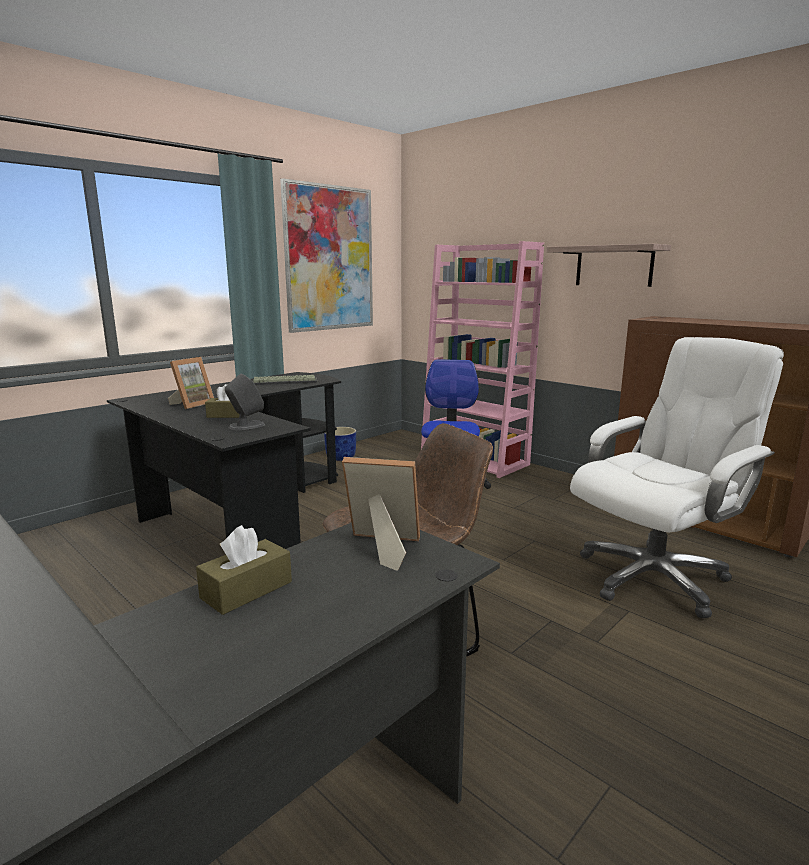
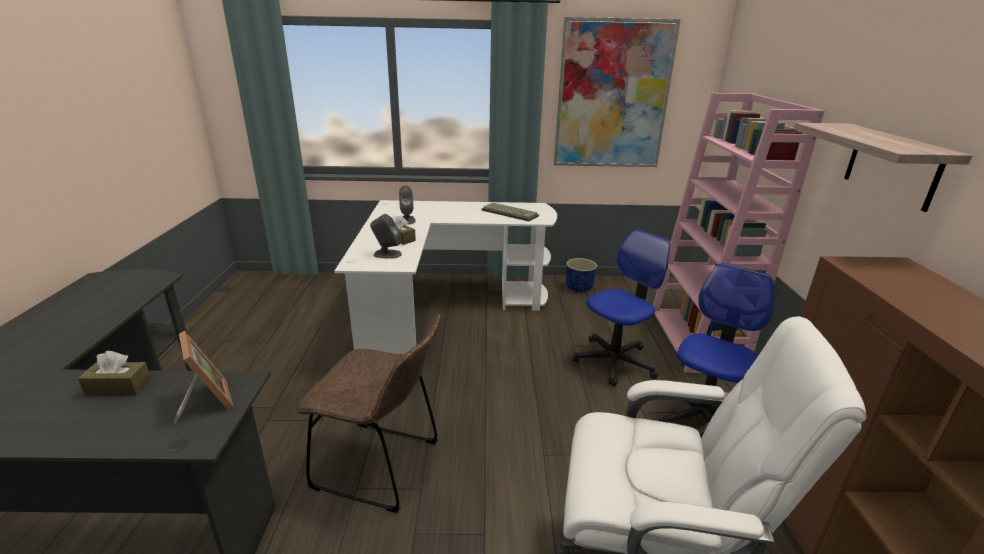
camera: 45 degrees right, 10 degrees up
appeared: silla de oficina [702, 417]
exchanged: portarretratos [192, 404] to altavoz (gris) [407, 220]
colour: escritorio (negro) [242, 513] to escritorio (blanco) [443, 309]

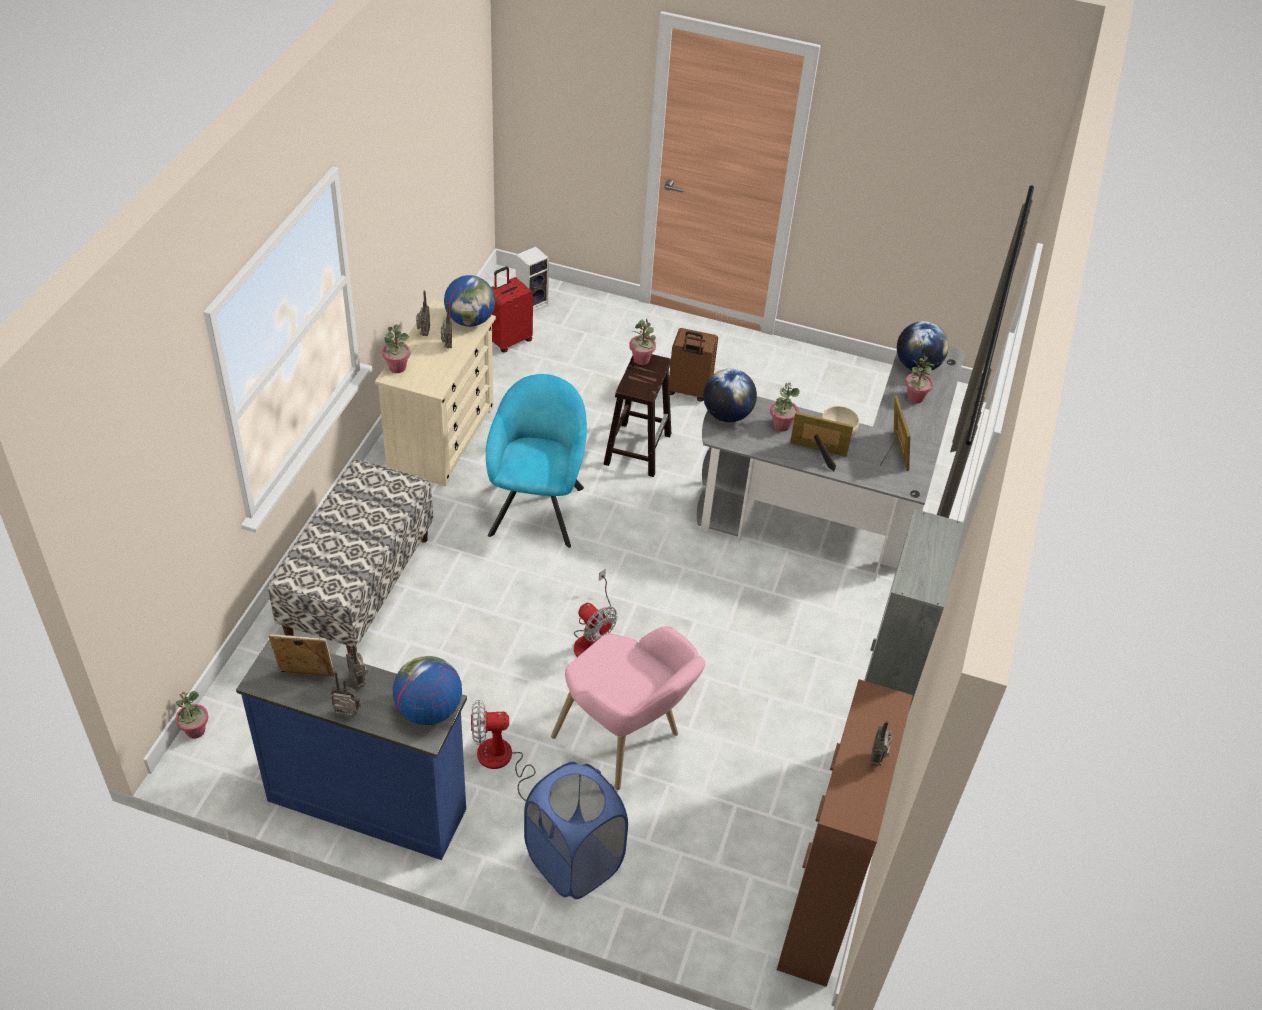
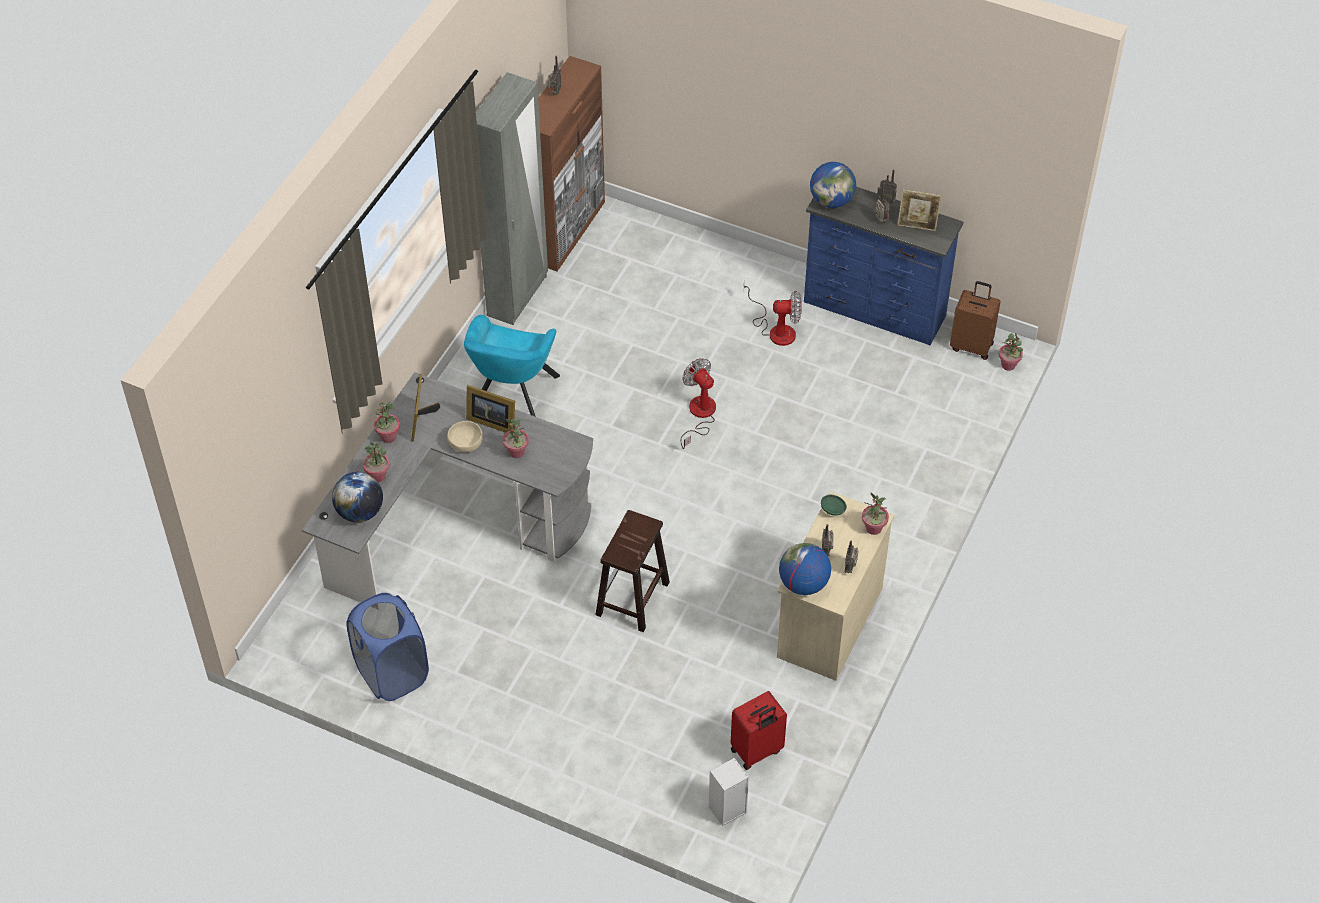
camera: 170 degrees left, 5 degrees up
missing: globo terráqueo [727, 415]; banco [358, 586]; sillón (rosa) [627, 745]
appeared: cuenco (verde) [833, 510]
relocated: planta en maceta [641, 360] to [388, 437]; maleta (marrón) [688, 391] to [972, 346]; sillón (turquesa) [538, 506] to [512, 400]; cesto de la ropa (azul) [574, 861] to [392, 673]

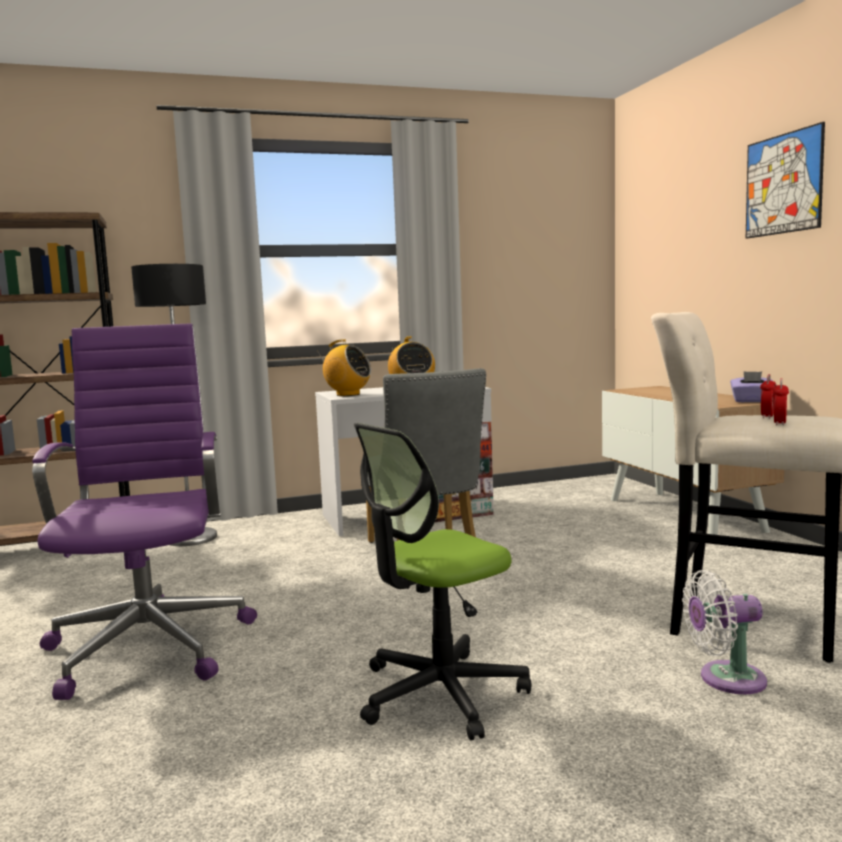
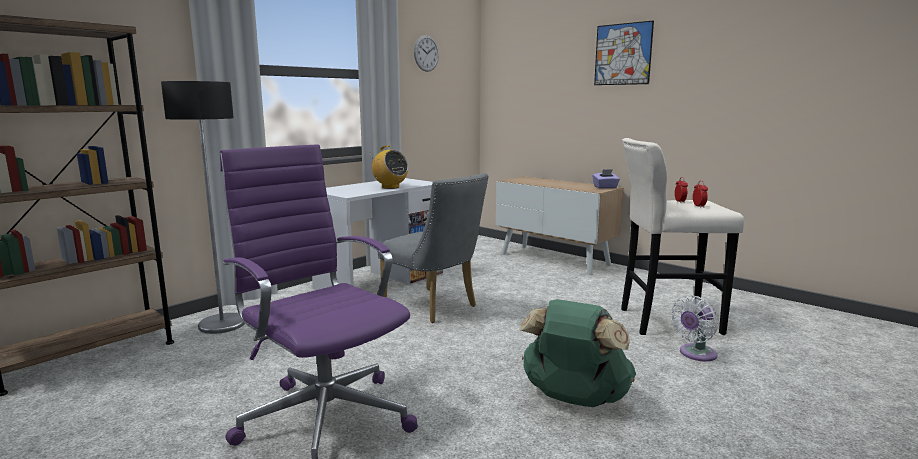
camera: 30 degrees left, 5 degrees up
missing: radio [347, 394]
appeared: reloj de pared [426, 53]
exchanged: silla de oficina [440, 693] to mochila (verde) [574, 399]

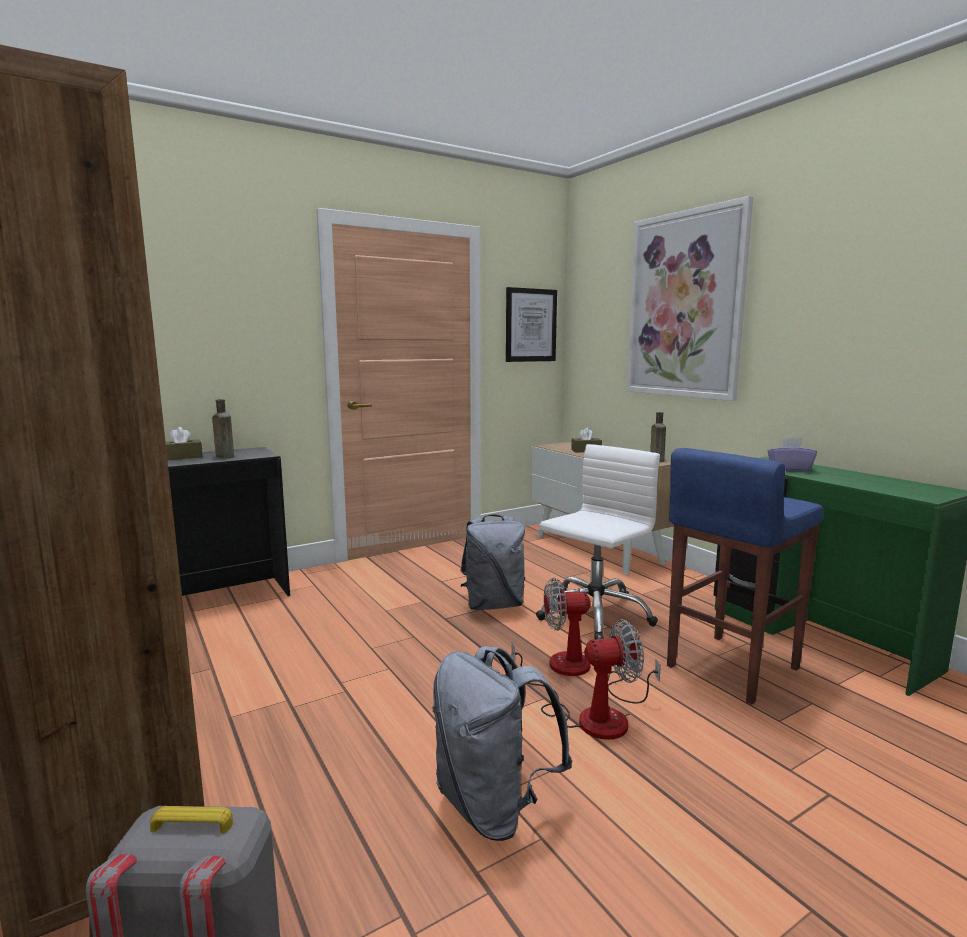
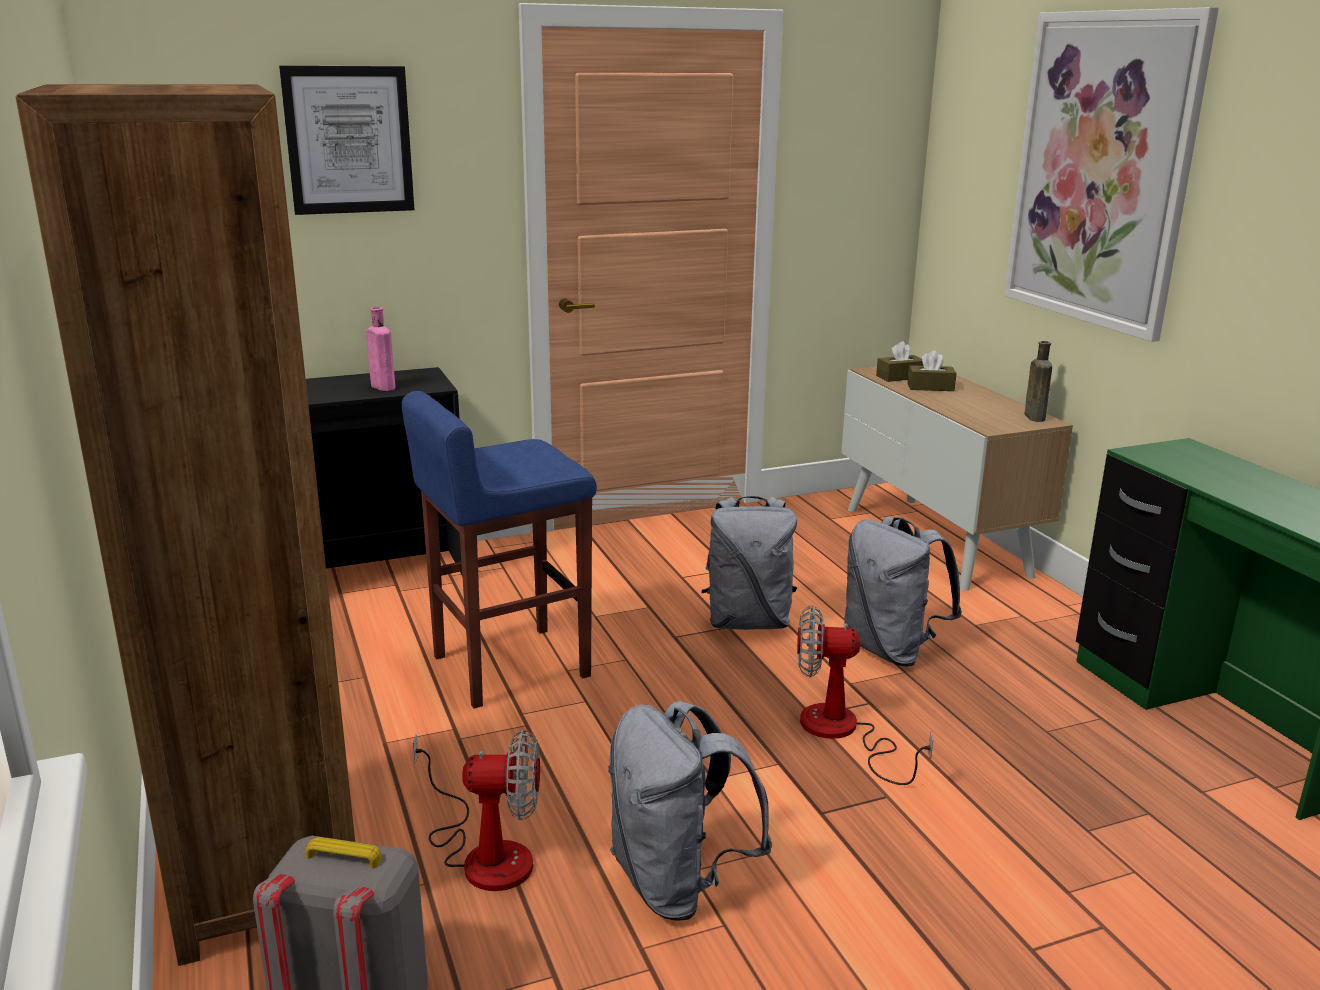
camera: 10 degrees right, 10 degrees up
missing: caja de pañuelos (morado) [789, 469]
relocated: cuadro [530, 325] to [349, 140]; caja de pañuelos (marrón) [182, 457] to [900, 377]; taburete (azul) [730, 667] to [508, 666]; ventilador [586, 716] to [485, 853]
exchanged: silla de oficina (blanco) [594, 613] to mochila (gris) [891, 650]
colour: botella (marrón) [224, 456] to botella (rosa) [382, 387]

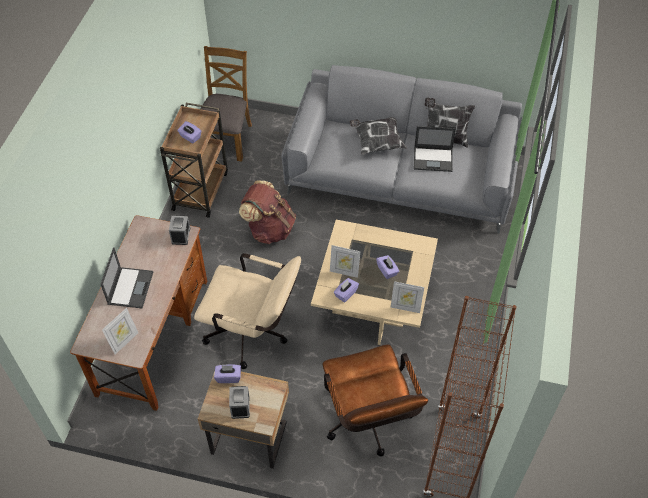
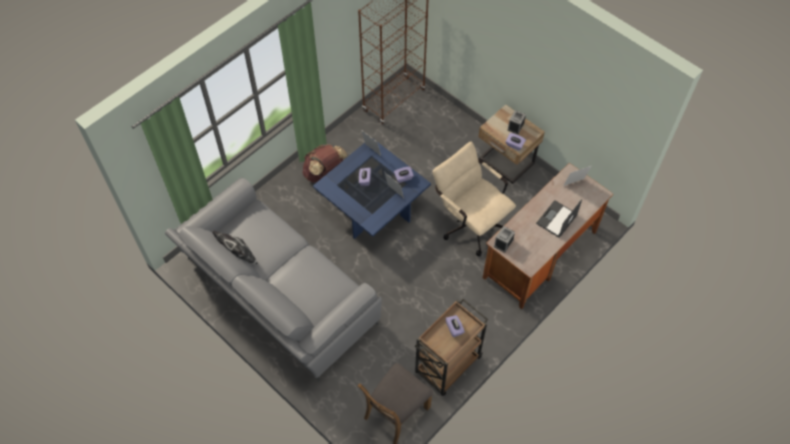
camera: 150 degrees left, 5 degrees up
missing: cojín [377, 142]; portátil [433, 159]; silla de oficina (marrón) [368, 423]
relocated: mochila (marrón) [269, 229] to [324, 174]
colour: mesa de centro (beis) [373, 299] to mesa de centro (azul) [372, 207]

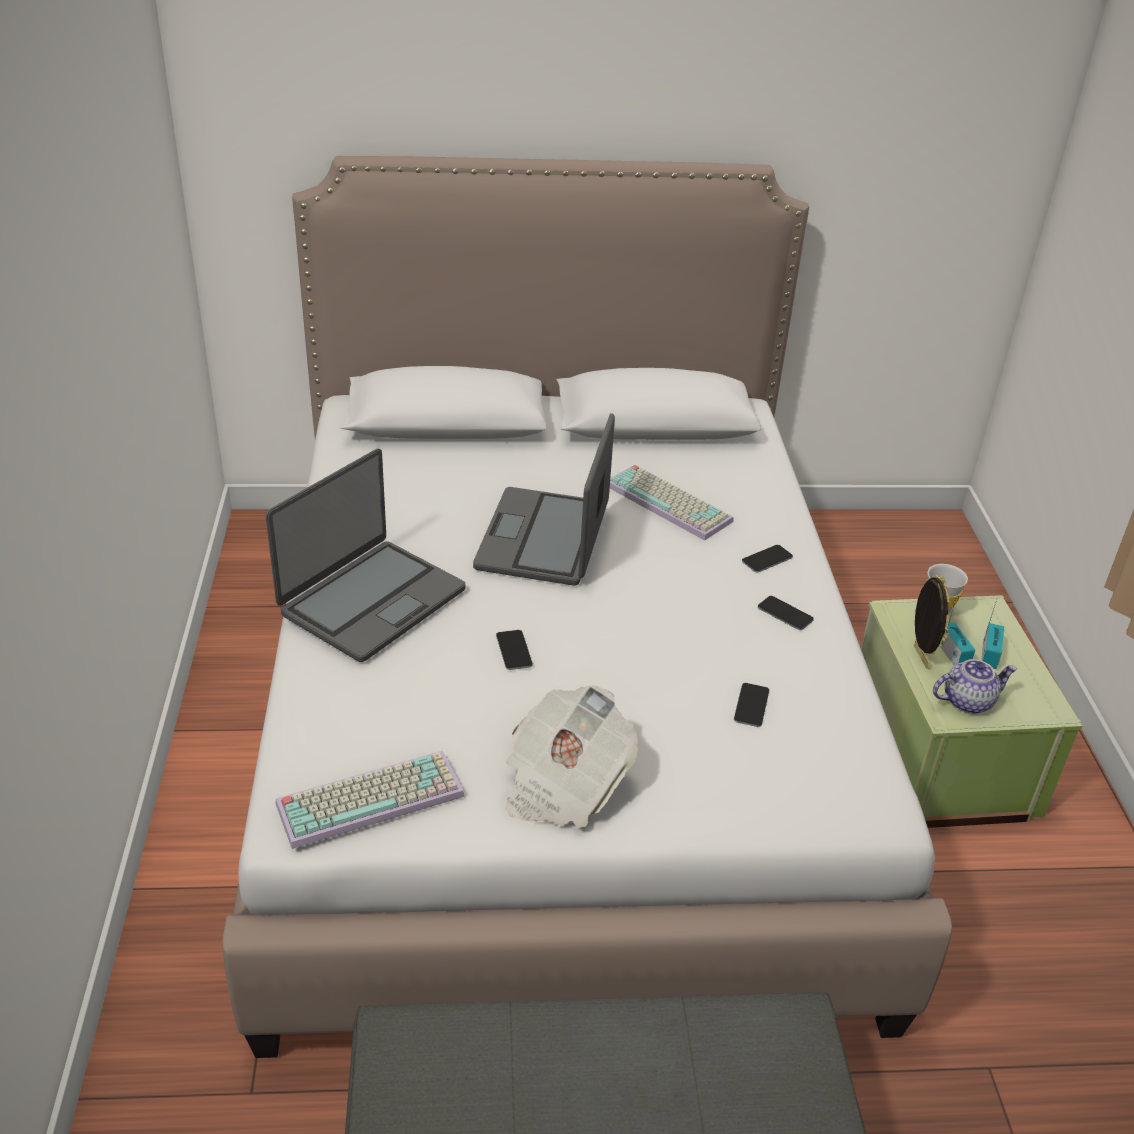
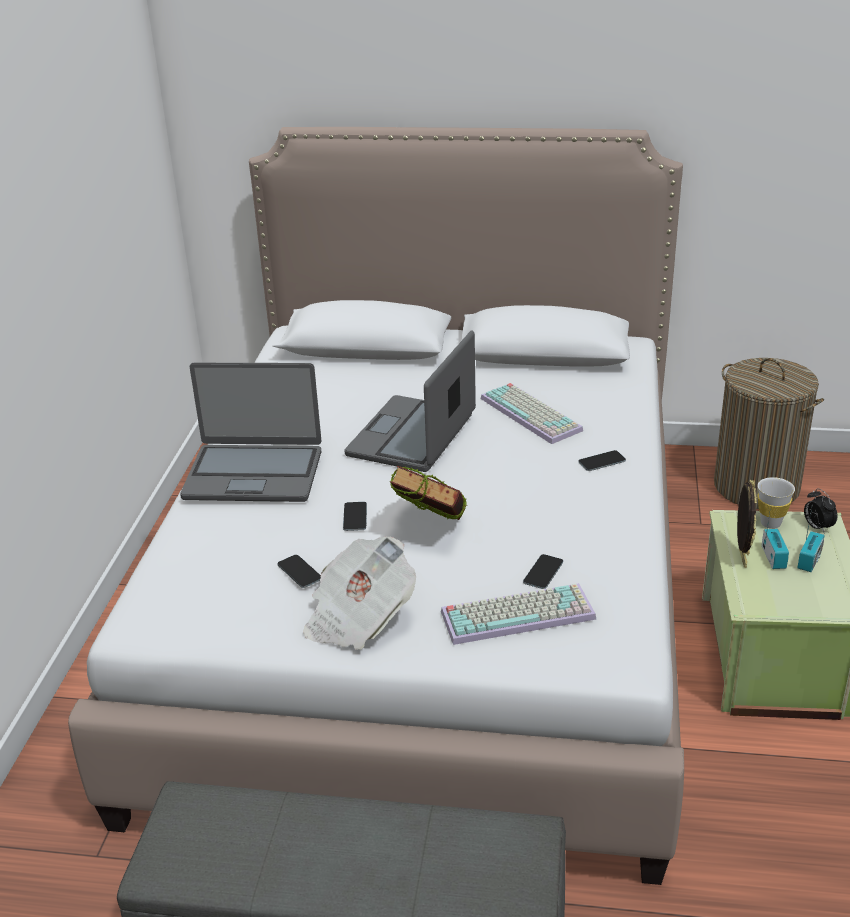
camera: 15 degrees right, 5 degrees down
missing: tetera [967, 701]
appeared: cesto de la ropa [756, 486]; libro [430, 530]; despertador [817, 527]
relocated: móvil [785, 613] to [299, 571]; teclado [371, 797] to [519, 613]
spun: portátil [371, 601] = [254, 474] 45 degrees clockwise

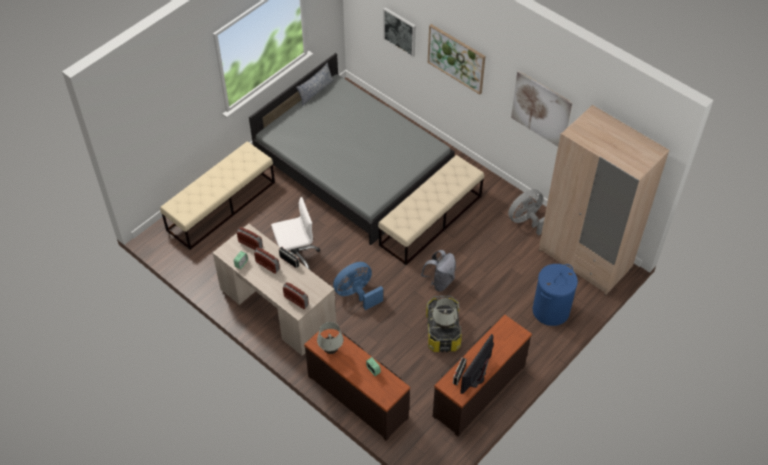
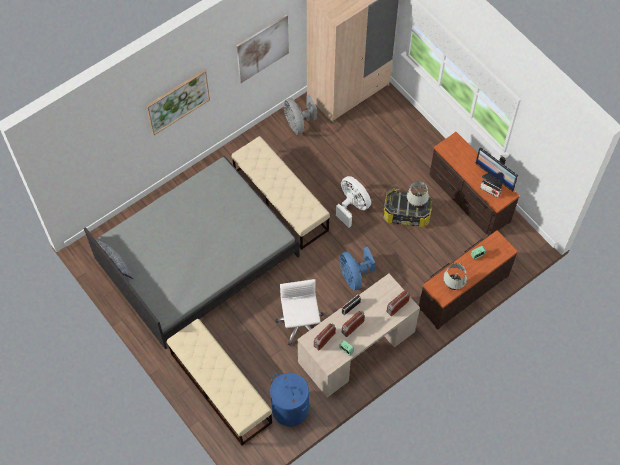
camera: 80 degrees left, 10 degrees up
missing: cuadro [400, 31]
relocated: cesto de la ropa (azul) [550, 310] to [290, 409]
exchanged: mochila (gris) [440, 281] to ventilador (blanco) [352, 206]

